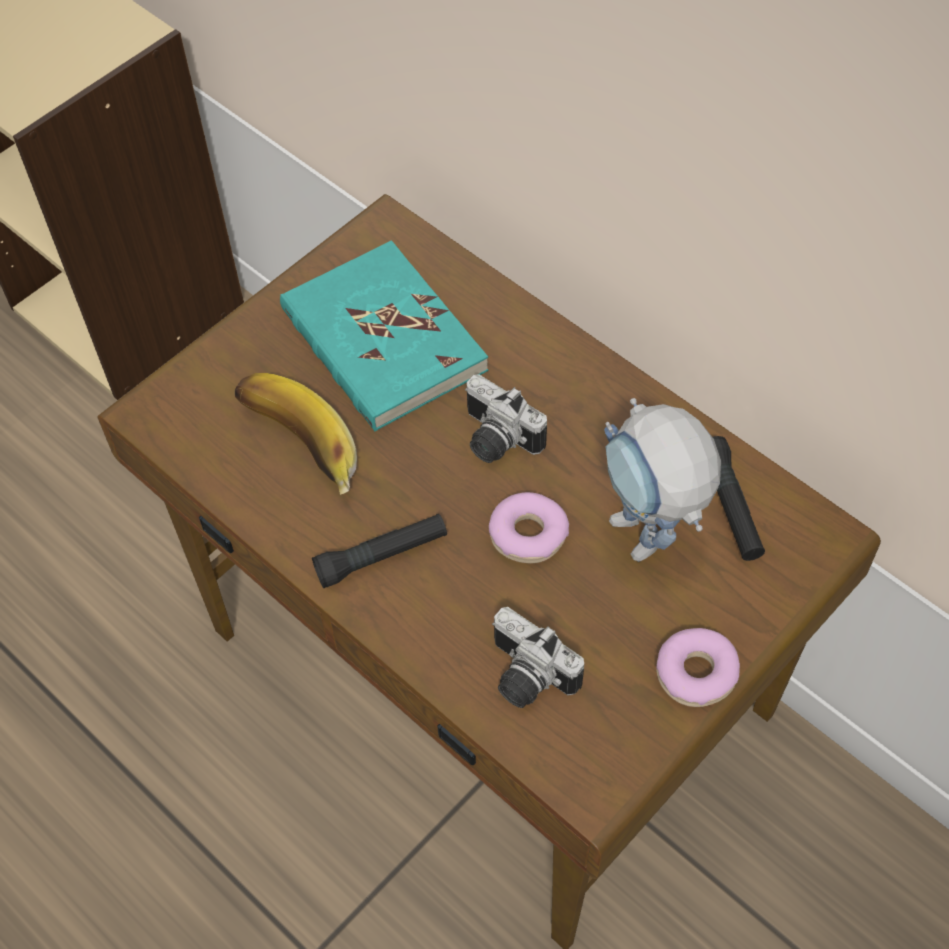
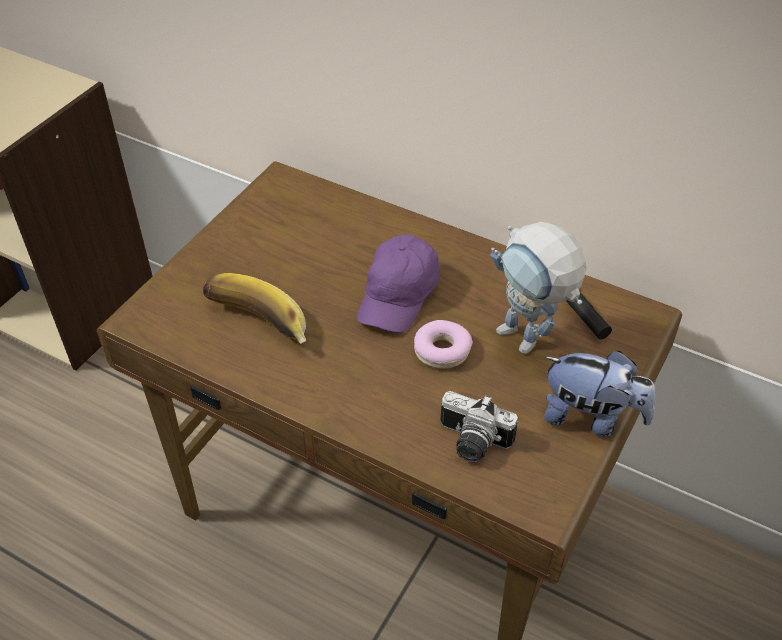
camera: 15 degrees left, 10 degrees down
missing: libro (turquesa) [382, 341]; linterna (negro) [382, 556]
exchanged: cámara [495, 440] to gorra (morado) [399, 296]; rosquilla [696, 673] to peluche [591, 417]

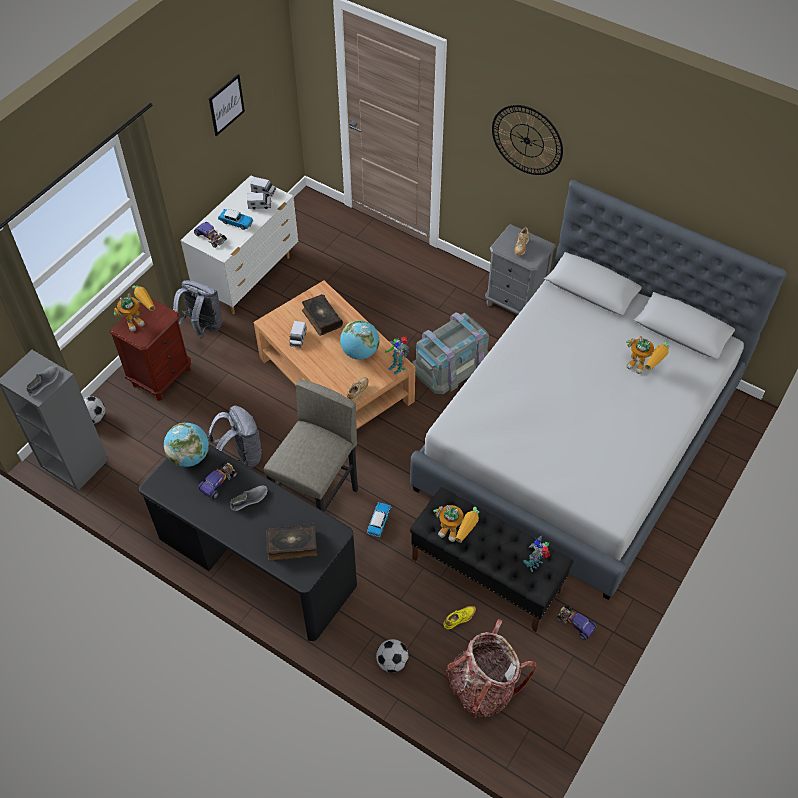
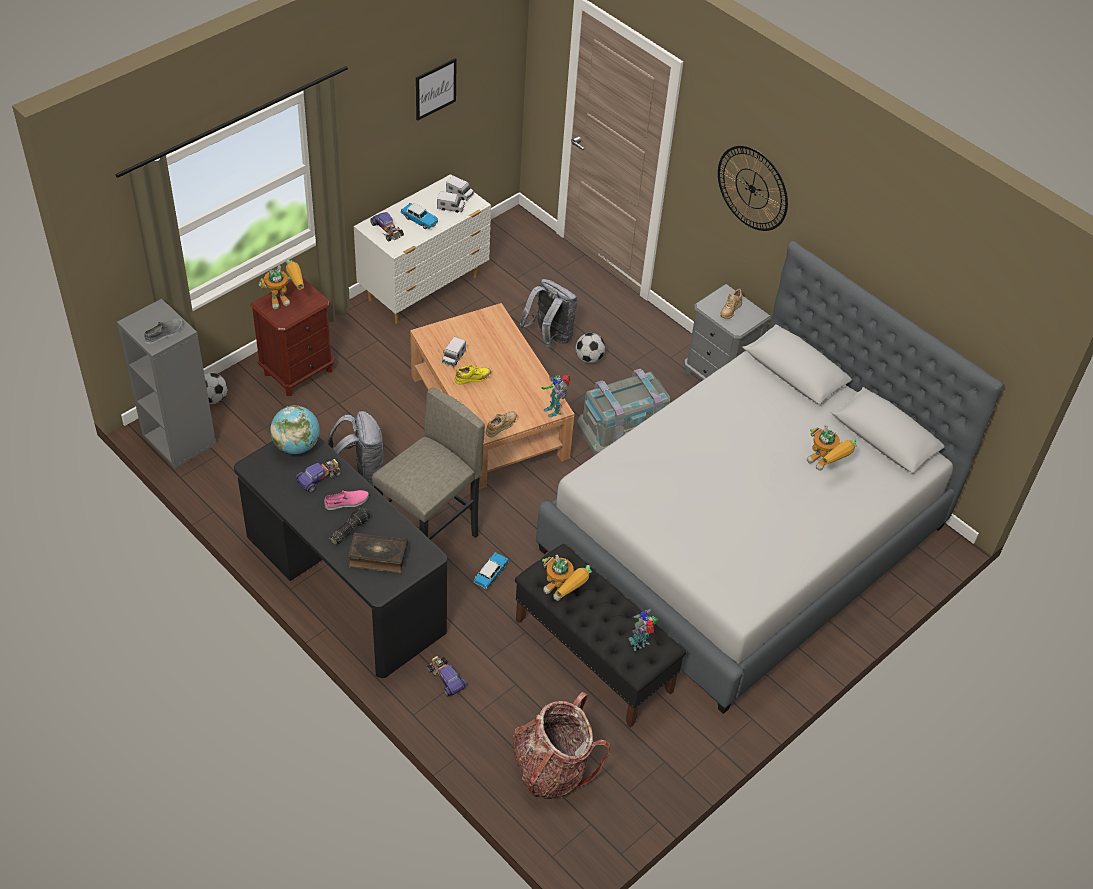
camera: 10 degrees right, 5 degrees down
missing: libro [321, 318]; globo terráqueo [360, 352]
appeared: linterna [349, 529]
relocated: mochila (gris) [202, 328] to [549, 337]; coche de juguete [575, 623] to [446, 678]; zapato (amarillo) [459, 619] to [473, 379]; balón de fútbol [392, 662] to [589, 358]
colour: zapato (gris) [249, 499] to zapato (rosa) [346, 502]

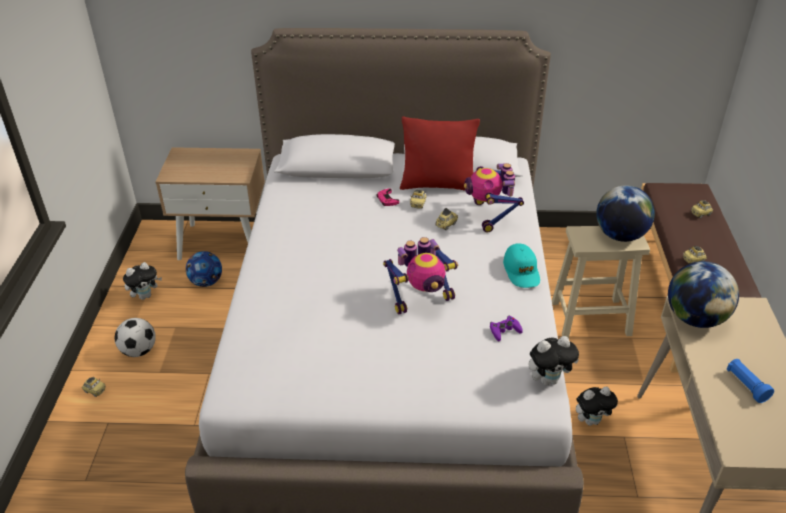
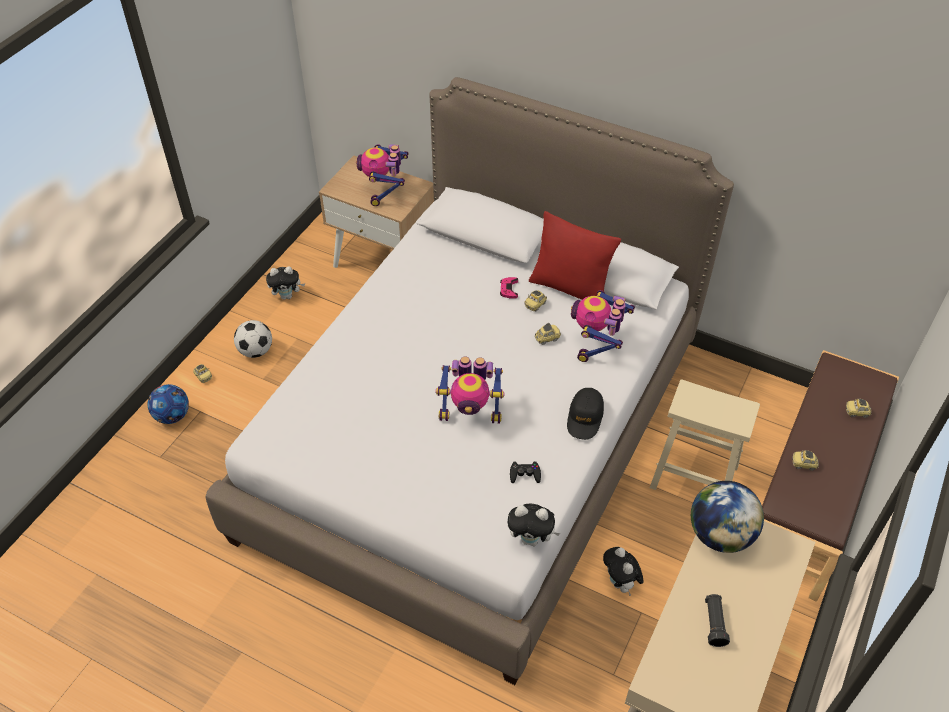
camera: 25 degrees right, 10 degrees up
missing: globo terráqueo [620, 235]
appeared: robot de juguete [384, 190]
relocated: balón de fútbol [206, 282] to [172, 416]
colour: gorra (turquesa) [521, 271] to gorra (negro) [585, 417]; mando de consola (morado) [504, 331] to mando de consola (negro) [525, 474]; linterna (azul) [746, 386] to linterna (negro) [714, 623]
spun: peluche [591, 420] = [620, 583] 60 degrees clockwise

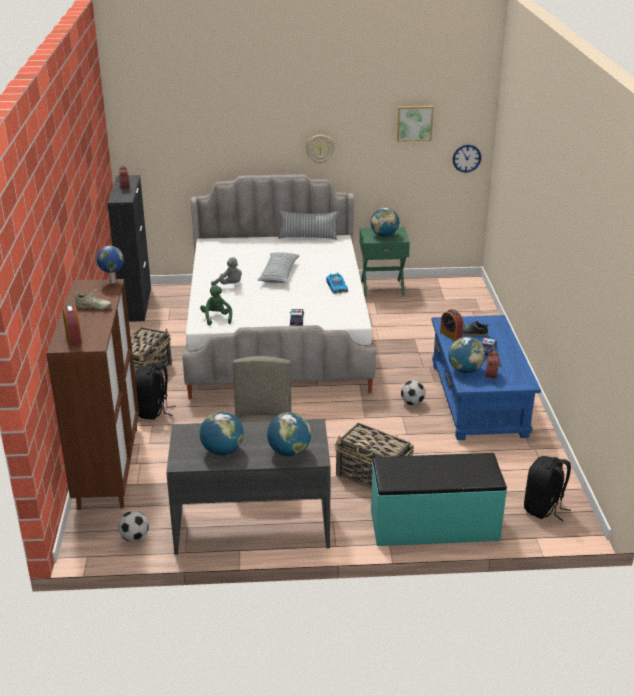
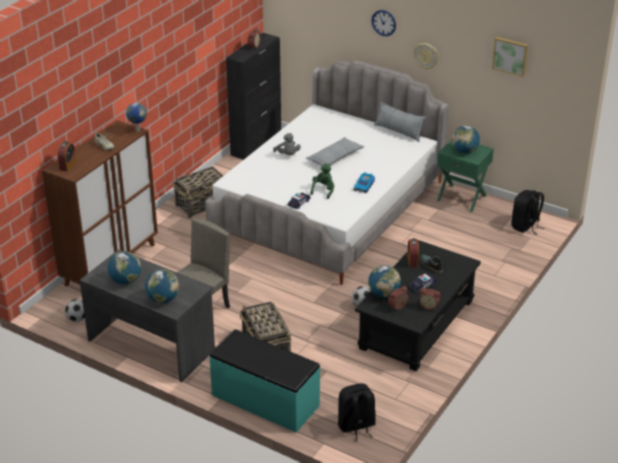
camera: 35 degrees right, 5 degrees up
appeared: despertador [429, 306]
relocated: reloj de pared [466, 158] to [383, 23]; peluche (verde) [216, 318] to [323, 190]; mochila (negro) [153, 411] to [525, 226]
colour: mesa de centro (azul) [478, 399] to mesa de centro (negro) [416, 325]

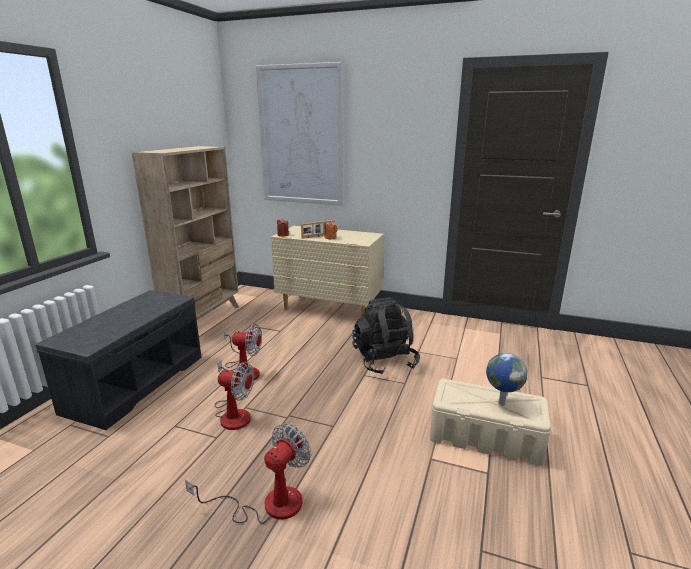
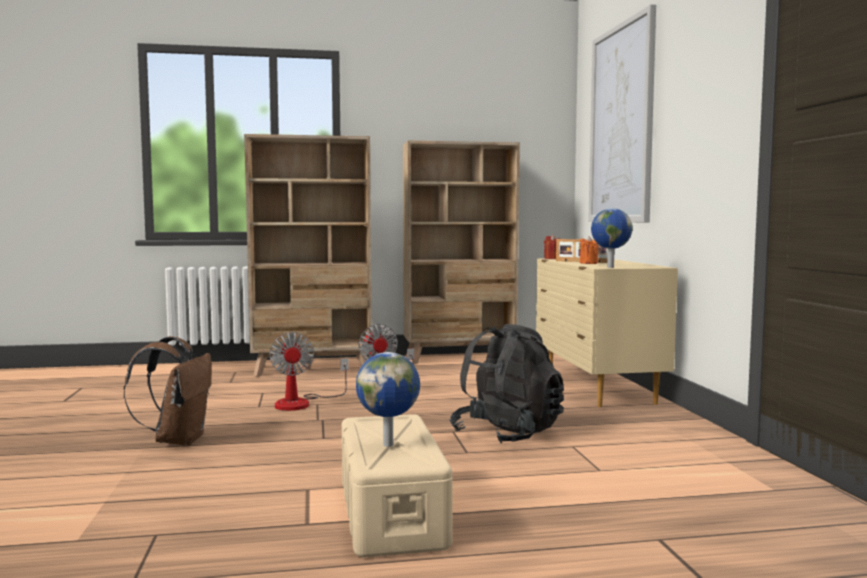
camera: 60 degrees right, 15 degrees down
appeared: globo terráqueo [609, 267]
exchanged: banco (gris) [136, 382] to estantería (beis) [313, 369]; ventilador [268, 504] to mochila (marrón) [178, 440]

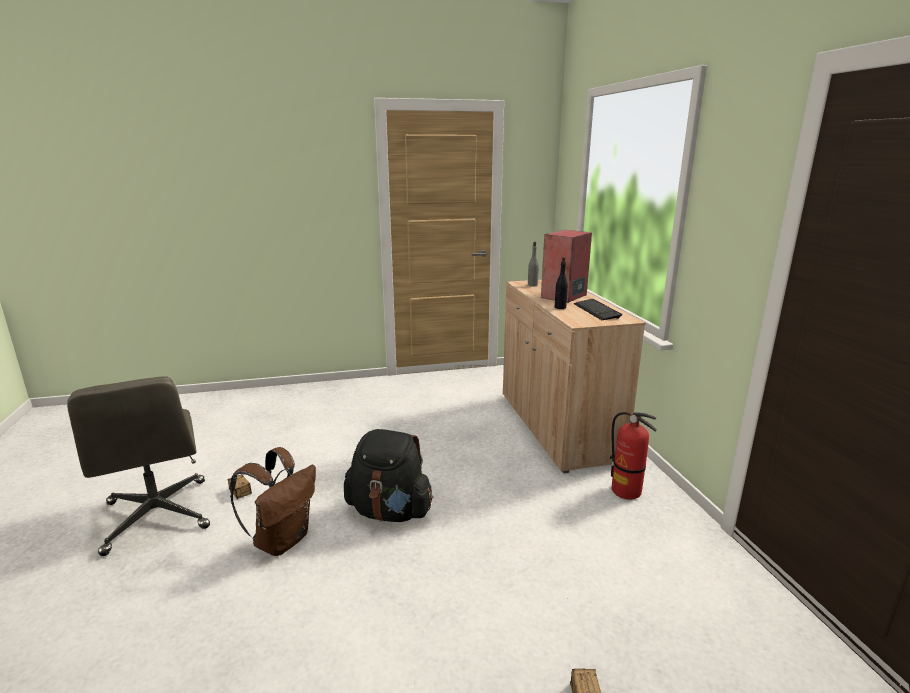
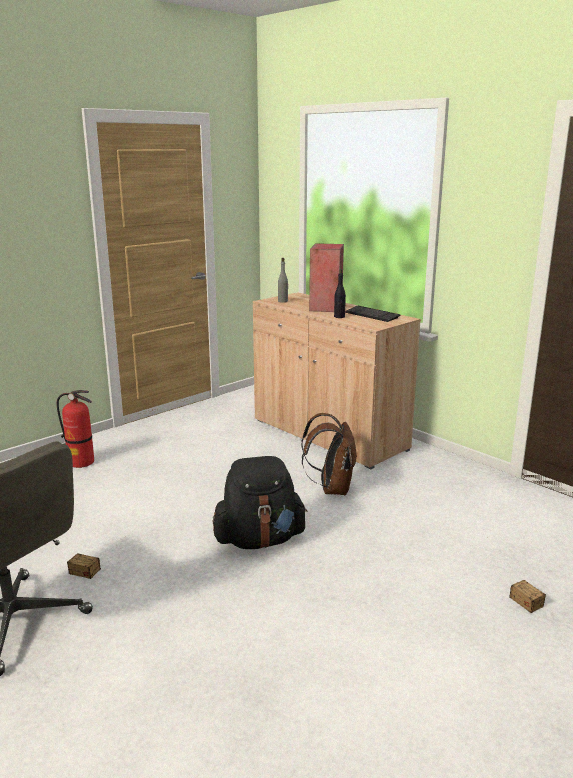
camera: 30 degrees left, 0 degrees up
relocated: extintor [626, 491] to [81, 462]; mochila (marrón) [282, 540] to [332, 488]

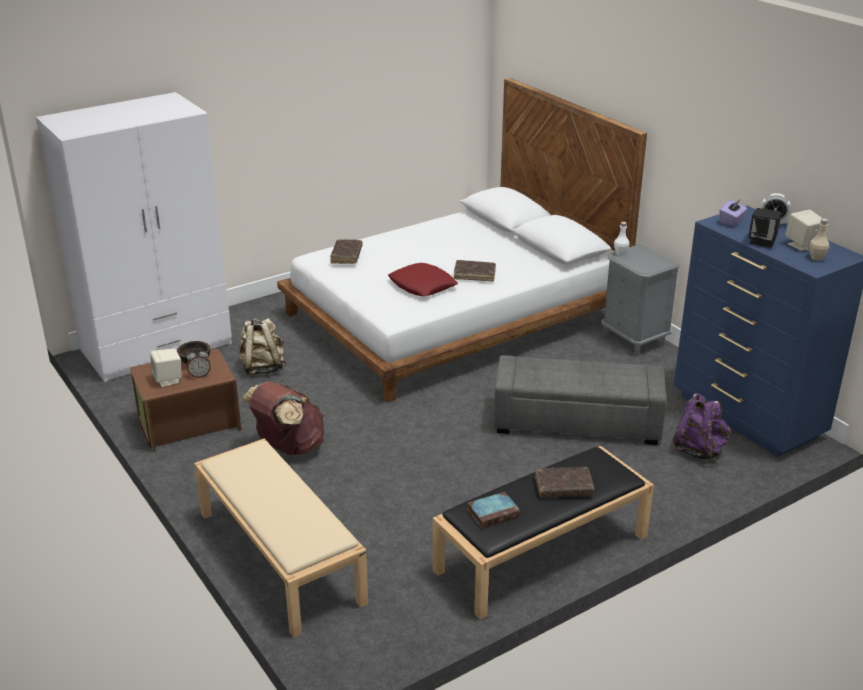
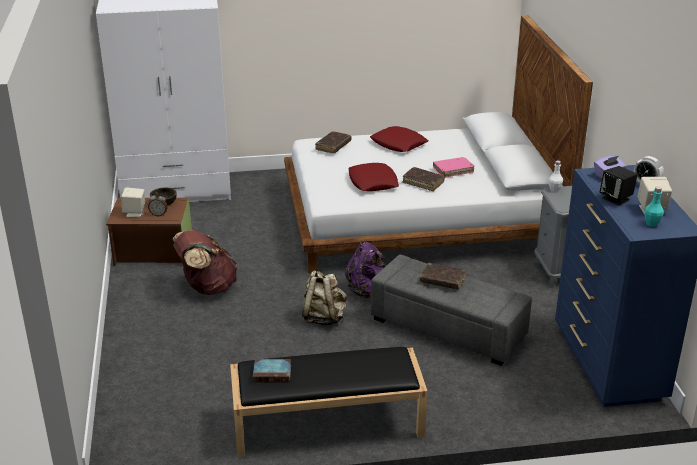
camera: 25 degrees right, 0 degrees up
missing: banco (beis) [278, 556]
appeared: cojín (rojo) [398, 144]; libro (rosa) [453, 171]
relocated: mochila (beis) [262, 368] to [324, 318]; mochila (morado) [699, 450] to [367, 290]; libro (marrón) [563, 488] to [442, 280]
colour: botella (beis) [816, 258] to botella (turquesa) [651, 224]

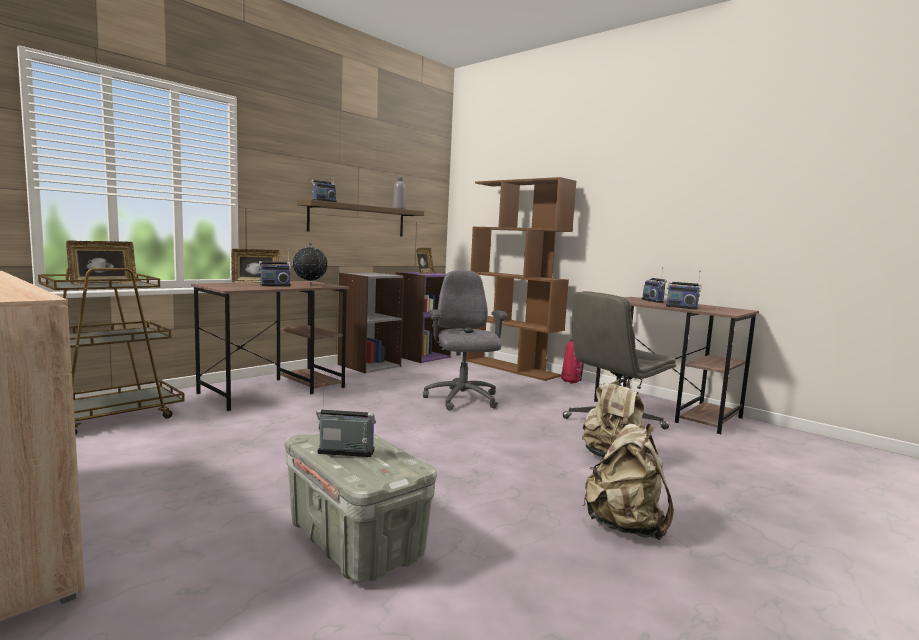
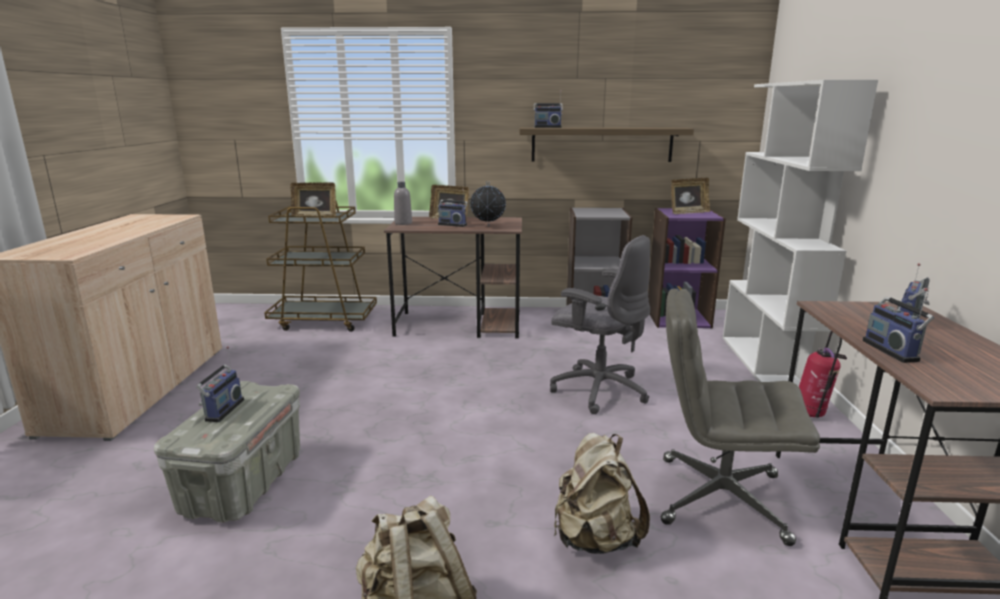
camera: 50 degrees right, 10 degrees up
relocated: botella (gris) [399, 209] to [403, 223]
colour: estantería (marrón) [512, 368] to estantería (blanco) [766, 365]
spun: silla de oficina (gris) [462, 400] = [598, 390] 90 degrees clockwise; radio [345, 453] = [222, 410] 45 degrees clockwise

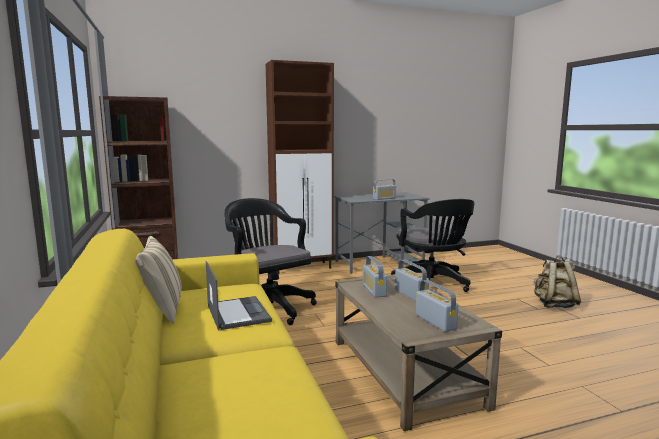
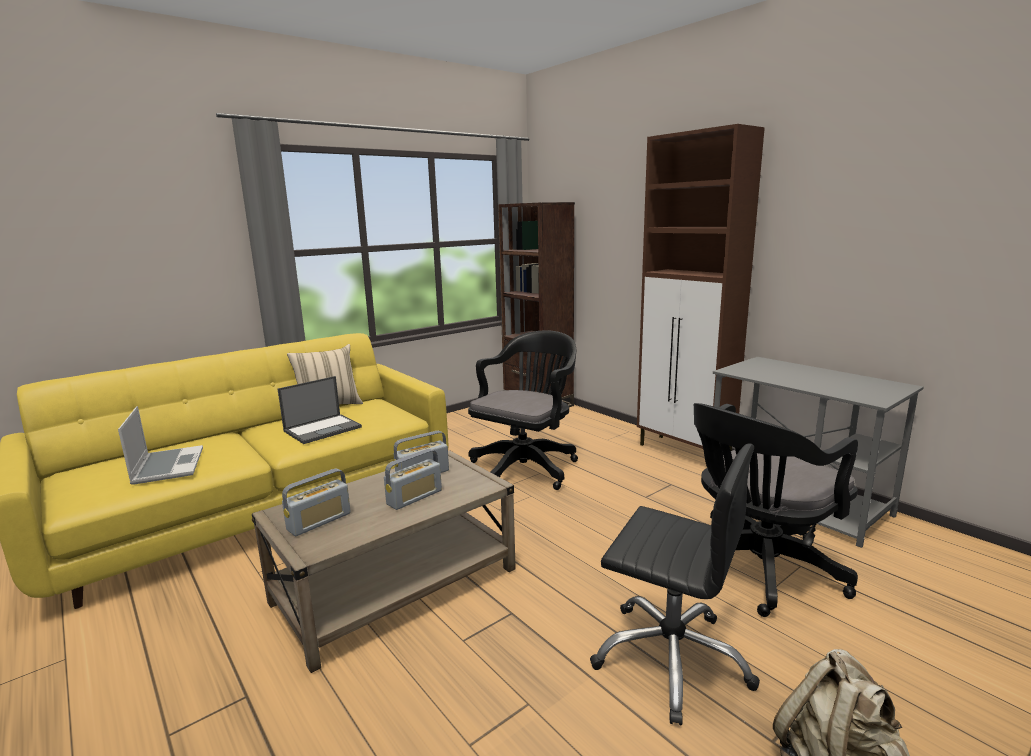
camera: 70 degrees right, 5 degrees up
missing: radio [384, 198]
appeared: portátil [167, 466]; silla de oficina (negro) [671, 658]

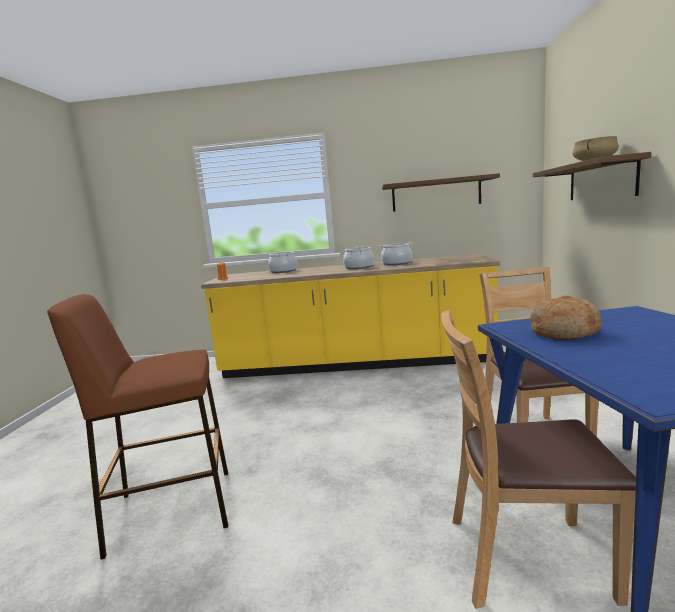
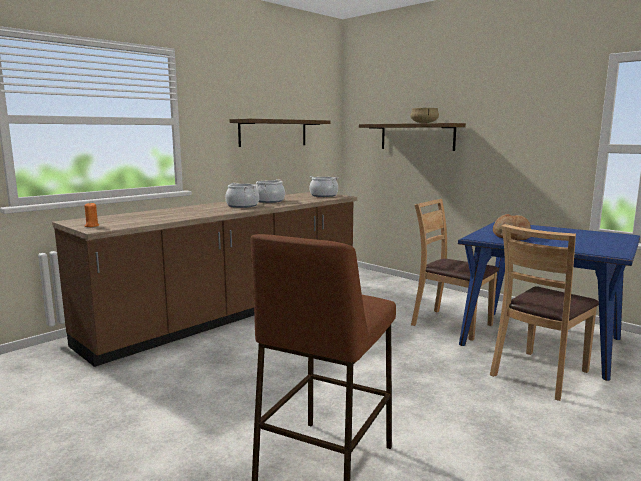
camera: 50 degrees left, 0 degrees up
relocated: olla [283, 271] to [323, 195]
colour: mueble bajo de cocina (amarillo) [355, 363] to mueble bajo de cocina (marrón) [233, 313]

